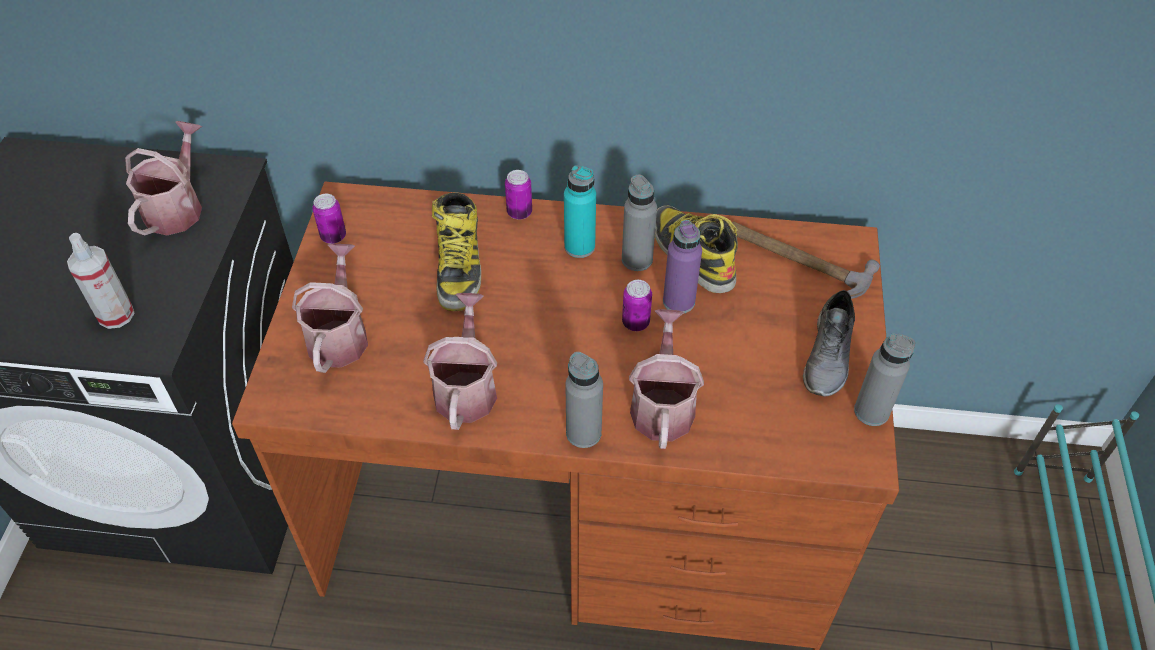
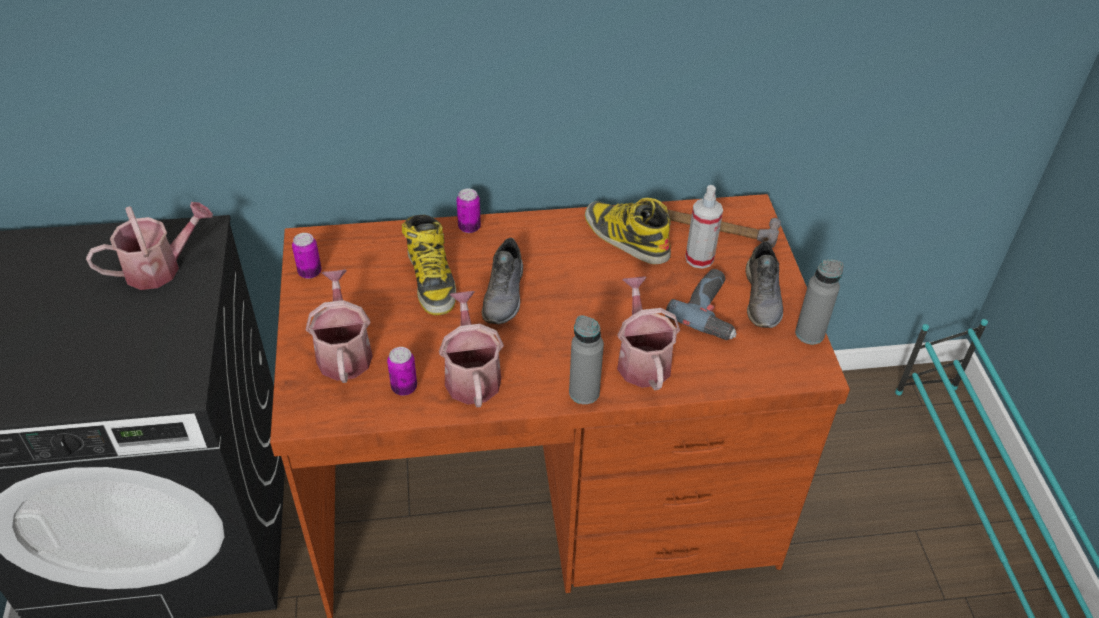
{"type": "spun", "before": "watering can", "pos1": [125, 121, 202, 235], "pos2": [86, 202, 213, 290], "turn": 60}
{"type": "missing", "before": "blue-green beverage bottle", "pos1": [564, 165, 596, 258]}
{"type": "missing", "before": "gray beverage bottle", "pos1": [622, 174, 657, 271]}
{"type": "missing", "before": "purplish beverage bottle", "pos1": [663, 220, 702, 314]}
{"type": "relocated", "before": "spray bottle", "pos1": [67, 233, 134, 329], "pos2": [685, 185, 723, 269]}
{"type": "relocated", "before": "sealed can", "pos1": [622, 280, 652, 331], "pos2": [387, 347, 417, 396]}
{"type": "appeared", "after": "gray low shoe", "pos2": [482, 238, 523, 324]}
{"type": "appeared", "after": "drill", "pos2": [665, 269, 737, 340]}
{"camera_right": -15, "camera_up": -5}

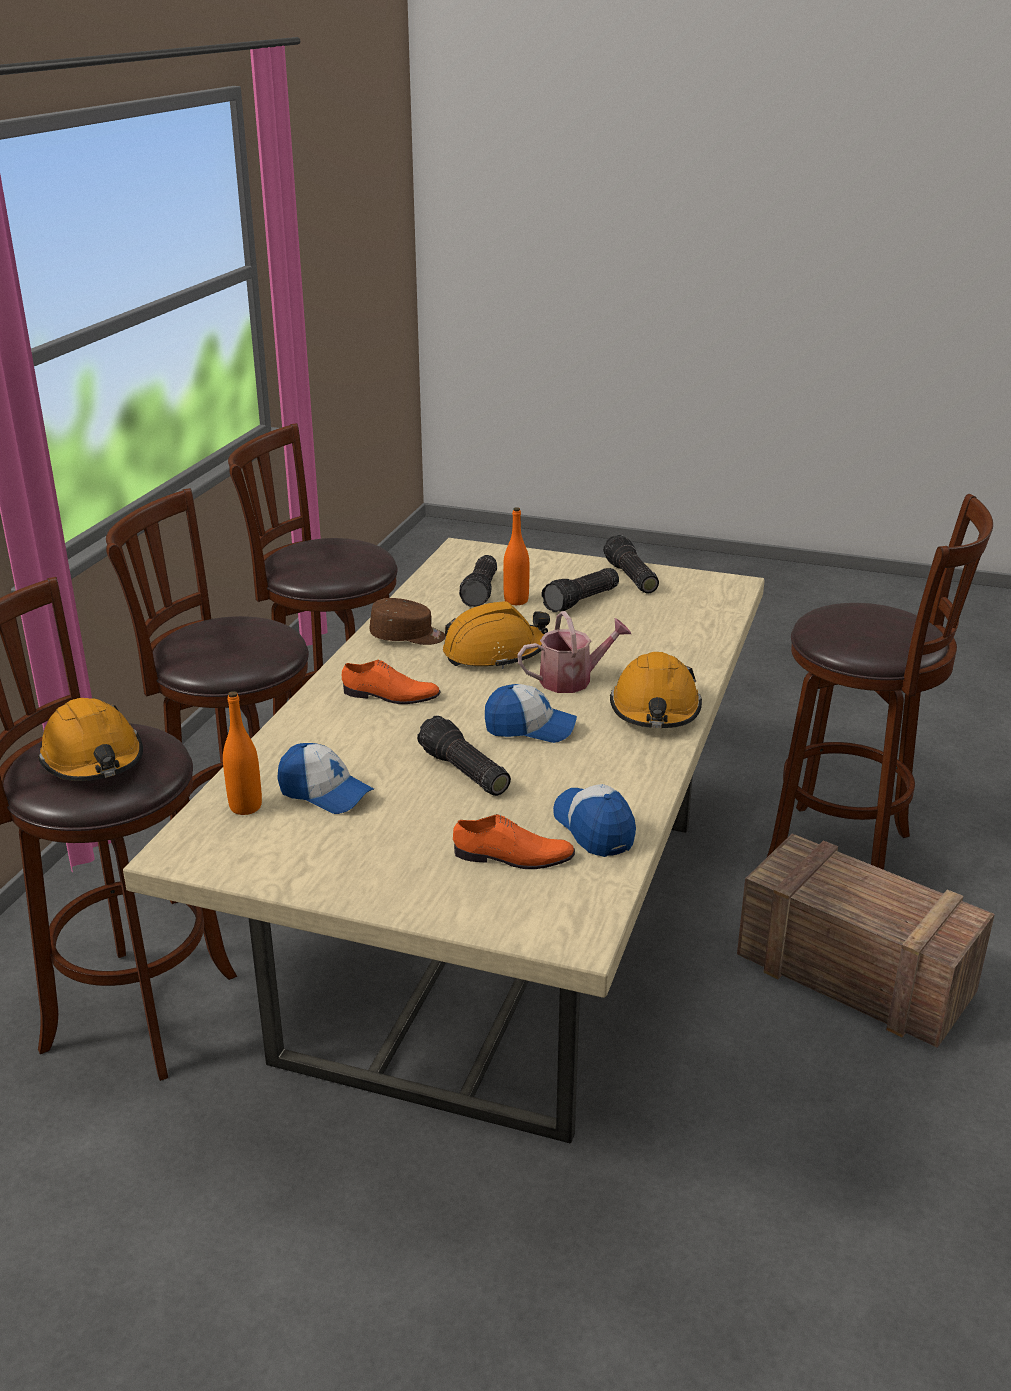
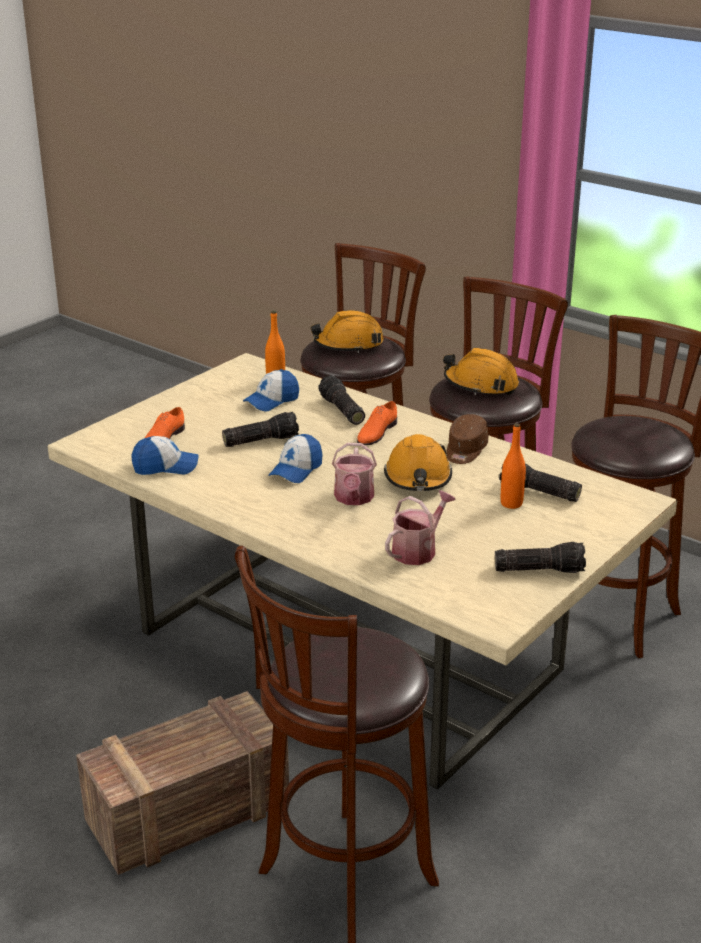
{"type": "relocated", "before": "torch", "pos1": [542, 568, 619, 612], "pos2": [318, 375, 365, 425]}
{"type": "relocated", "before": "orange hard hat", "pos1": [610, 652, 702, 728], "pos2": [443, 348, 519, 395]}
{"type": "appeared", "after": "watering can", "pos2": [385, 490, 456, 565]}
{"camera_right": 110, "camera_up": 0}

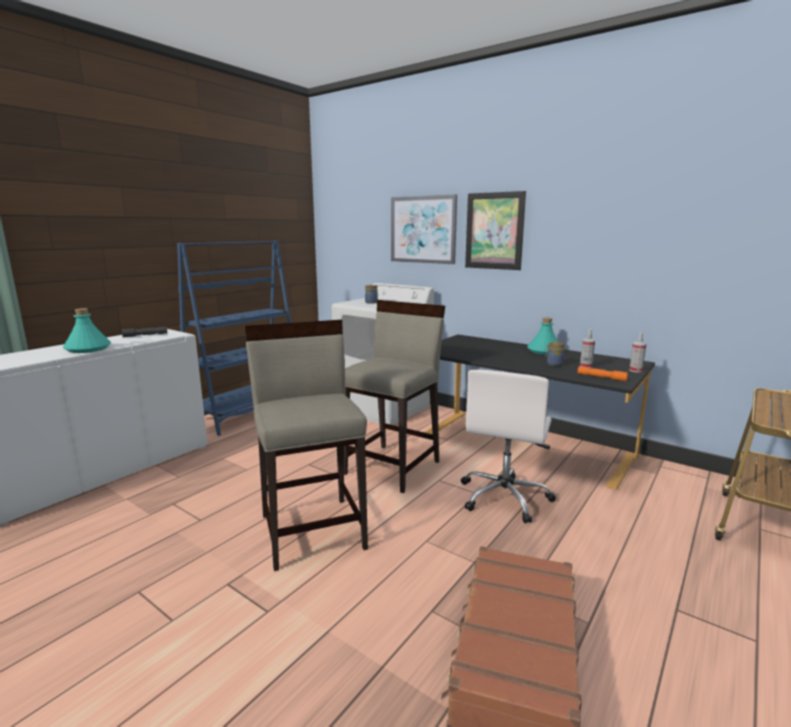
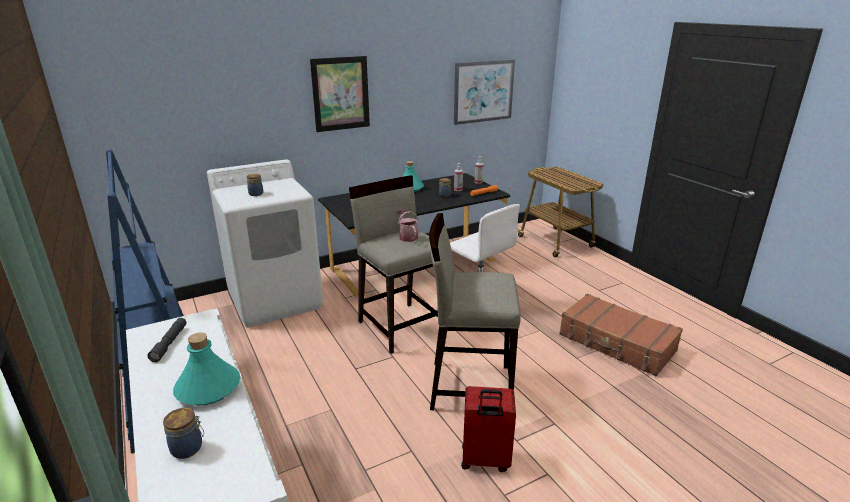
{"type": "relocated", "before": "picture", "pos1": [391, 194, 457, 264], "pos2": [454, 59, 515, 125]}
{"type": "appeared", "after": "watering can", "pos2": [397, 210, 419, 242]}
{"type": "appeared", "after": "red-coloured travel case", "pos2": [461, 386, 516, 472]}
{"type": "appeared", "after": "preserve jar", "pos2": [163, 408, 204, 459]}
{"camera_right": -65, "camera_up": 10}

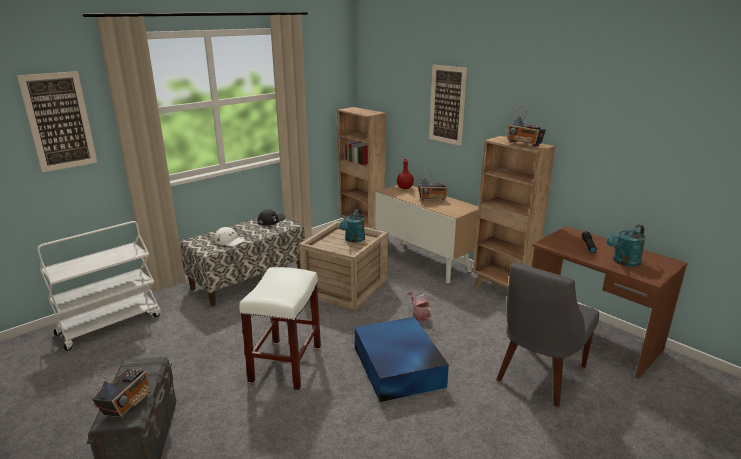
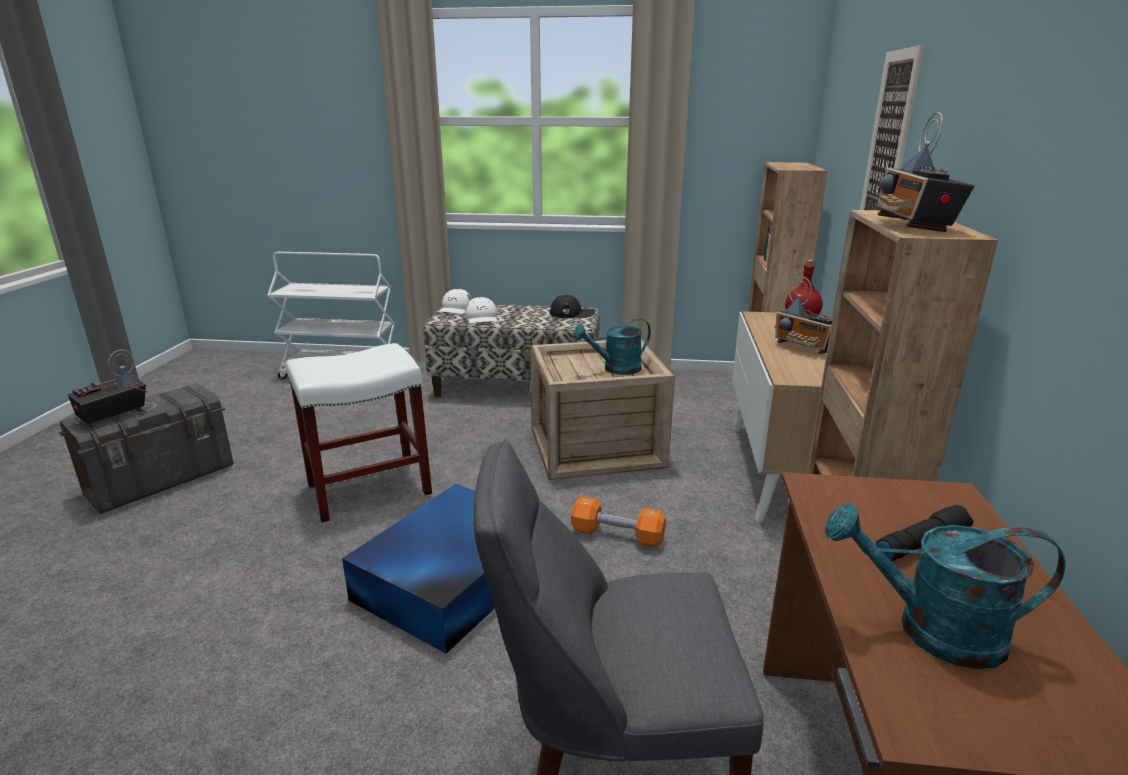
{"type": "missing", "before": "picture", "pos1": [17, 71, 97, 172]}
{"type": "exchanged", "before": "watering can", "after": "orange free weight", "pos1": [407, 291, 432, 321], "pos2": [571, 496, 666, 547]}
{"type": "spun", "before": "radio", "pos1": [92, 365, 151, 418], "pos2": [67, 350, 147, 427], "turn": 150}
{"type": "appeared", "after": "white cap", "pos2": [438, 289, 472, 314]}
{"camera_right": 50, "camera_up": 0}

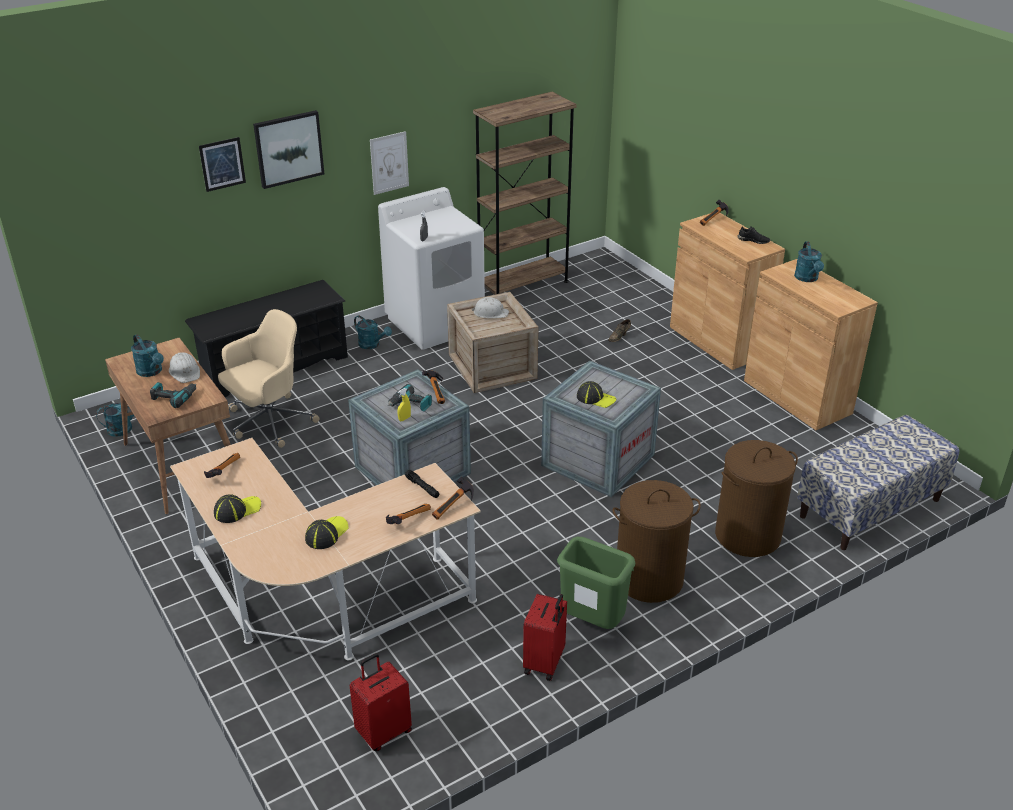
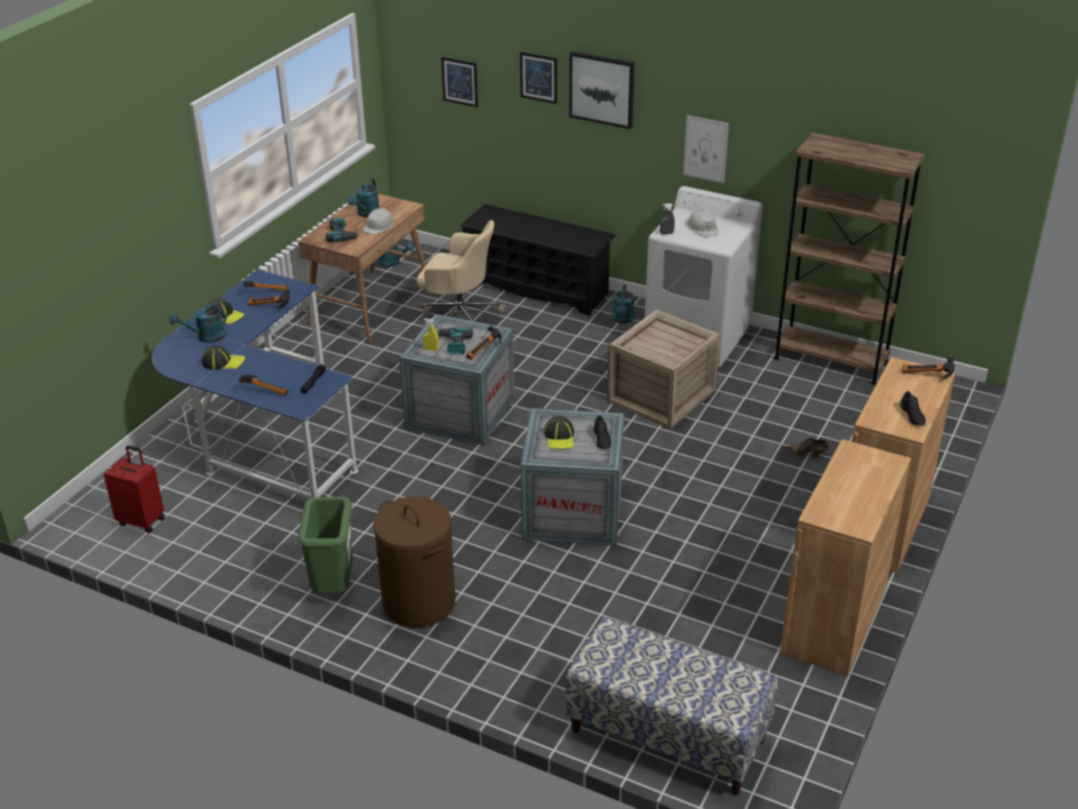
{"type": "relocated", "before": "blue-green watering can", "pos1": [794, 241, 824, 282], "pos2": [169, 300, 229, 343]}
{"type": "relocated", "before": "white hard hat", "pos1": [471, 297, 509, 318], "pos2": [687, 209, 719, 236]}
{"type": "colour", "before": "beige-coloured desk table", "after": "bluish desk table", "pos1": [170, 438, 481, 660], "pos2": [152, 270, 358, 499]}
{"type": "missing", "before": "brownish laundry basket", "pos1": [715, 440, 798, 557]}
{"type": "relocated", "before": "tool hammer", "pos1": [432, 477, 474, 520], "pos2": [248, 290, 290, 310]}
{"type": "missing", "before": "red-coloured travel case", "pos1": [523, 594, 567, 681]}
{"type": "appeared", "after": "picture", "pos2": [441, 57, 478, 107]}
{"type": "appeared", "after": "blackish low shoe", "pos2": [593, 415, 611, 449]}
{"camera_right": 60, "camera_up": 0}

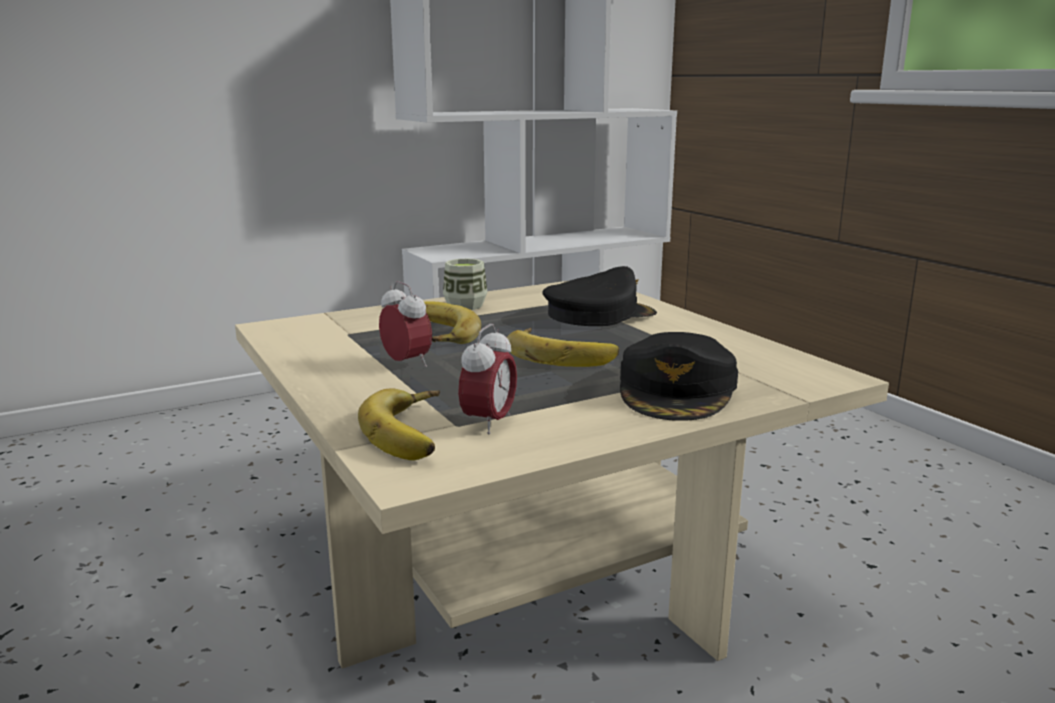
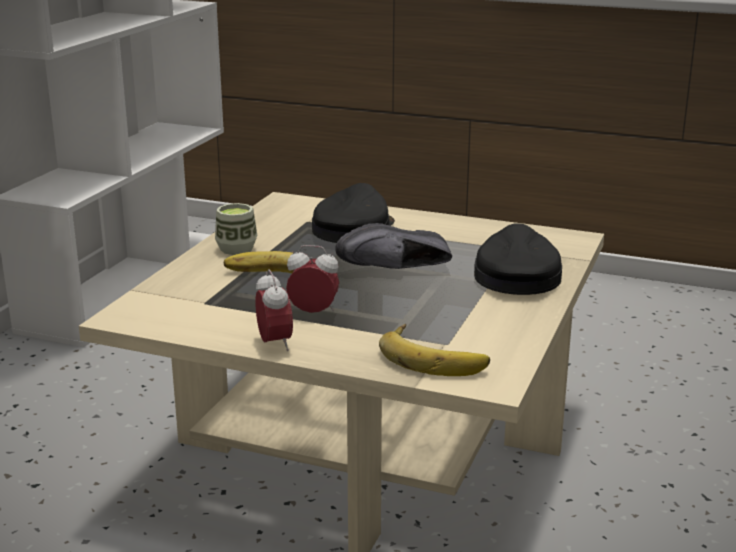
{"type": "relocated", "before": "bedside clock", "pos1": [458, 324, 517, 434], "pos2": [256, 270, 293, 351]}
{"type": "exchanged", "before": "banana", "after": "blackish low shoe", "pos1": [507, 328, 619, 367], "pos2": [335, 223, 452, 269]}
{"type": "spun", "before": "blackish cap", "pos1": [620, 332, 738, 421], "pos2": [474, 223, 562, 295], "turn": -150}
{"camera_right": -40, "camera_up": 5}

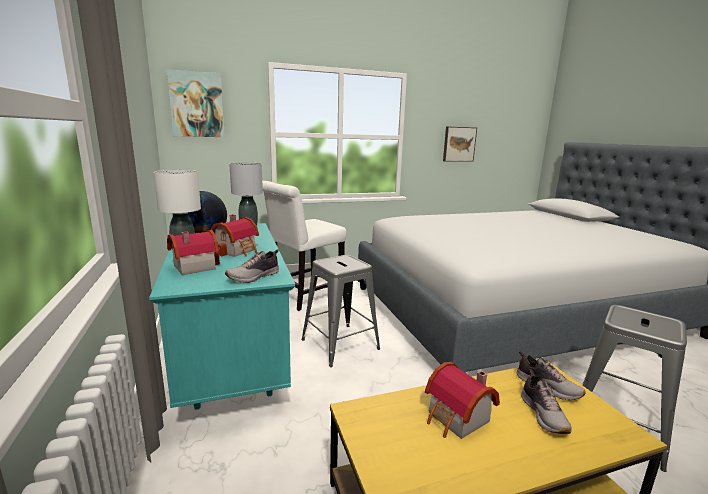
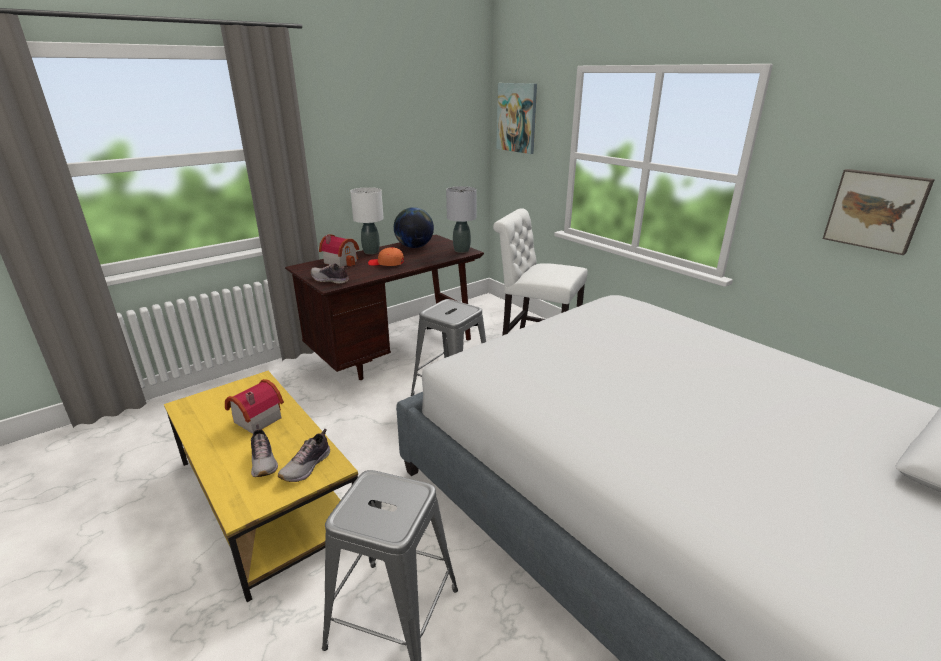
{"type": "exchanged", "before": "toy house", "after": "orange cap", "pos1": [211, 214, 259, 257], "pos2": [368, 247, 404, 266]}
{"type": "colour", "before": "blue-green desk table", "after": "brownish desk table", "pos1": [149, 223, 295, 410], "pos2": [285, 235, 484, 380]}
{"type": "spun", "before": "low shoe", "pos1": [521, 369, 572, 434], "pos2": [251, 424, 278, 477], "turn": -90}
{"camera_right": 70, "camera_up": 10}

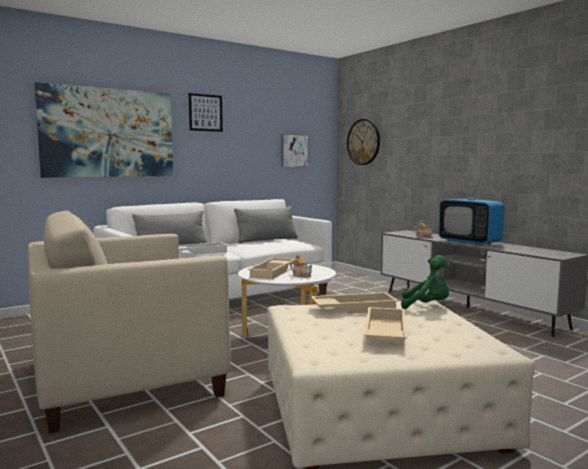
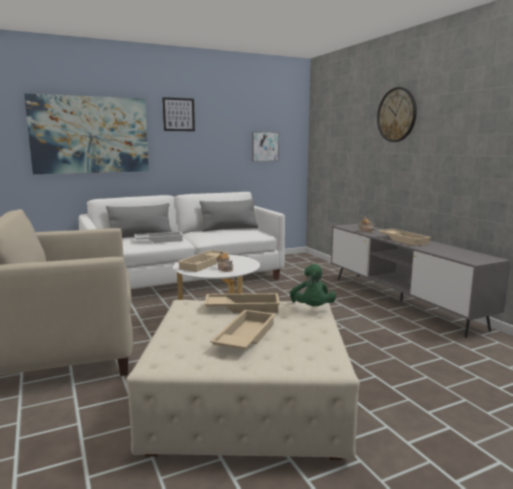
{"type": "relocated", "before": "wall clock", "pos1": [347, 119, 380, 165], "pos2": [377, 87, 417, 142]}
{"type": "exchanged", "before": "television", "after": "beige-coloured carrying tray", "pos1": [439, 173, 505, 245], "pos2": [378, 229, 431, 246]}
{"type": "spun", "before": "green soft toy", "pos1": [401, 255, 450, 309], "pos2": [290, 264, 337, 306], "turn": 60}
{"camera_right": 10, "camera_up": 5}

